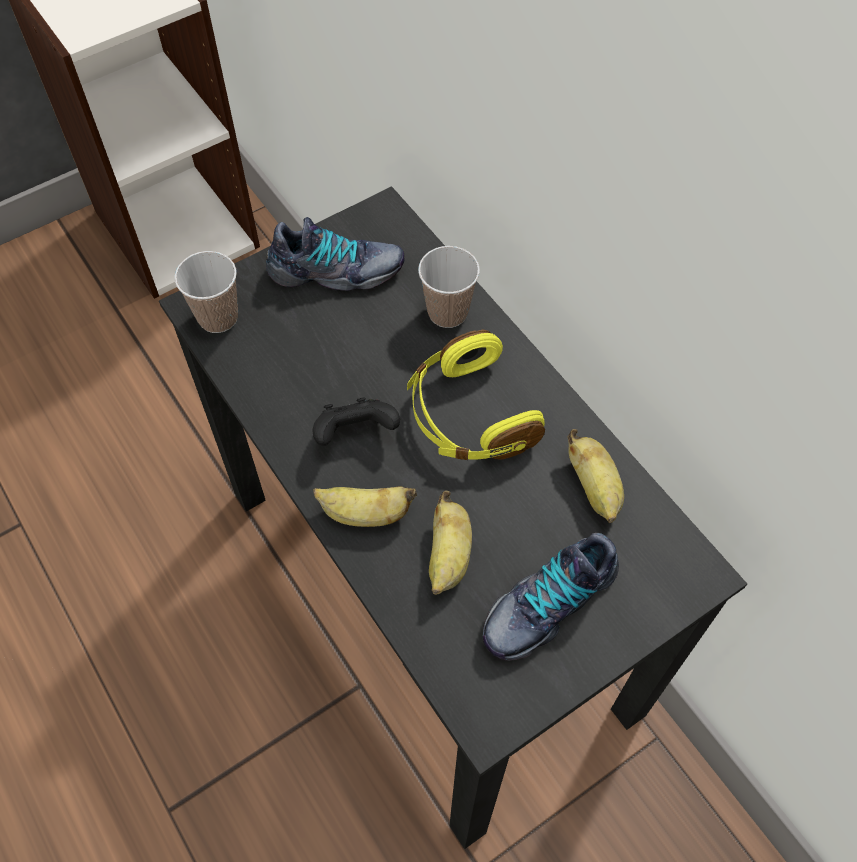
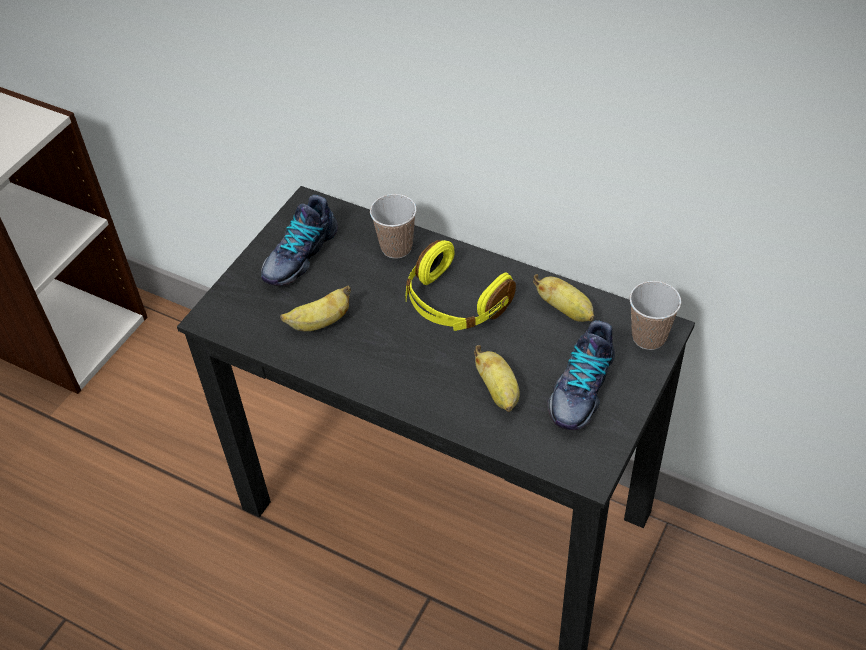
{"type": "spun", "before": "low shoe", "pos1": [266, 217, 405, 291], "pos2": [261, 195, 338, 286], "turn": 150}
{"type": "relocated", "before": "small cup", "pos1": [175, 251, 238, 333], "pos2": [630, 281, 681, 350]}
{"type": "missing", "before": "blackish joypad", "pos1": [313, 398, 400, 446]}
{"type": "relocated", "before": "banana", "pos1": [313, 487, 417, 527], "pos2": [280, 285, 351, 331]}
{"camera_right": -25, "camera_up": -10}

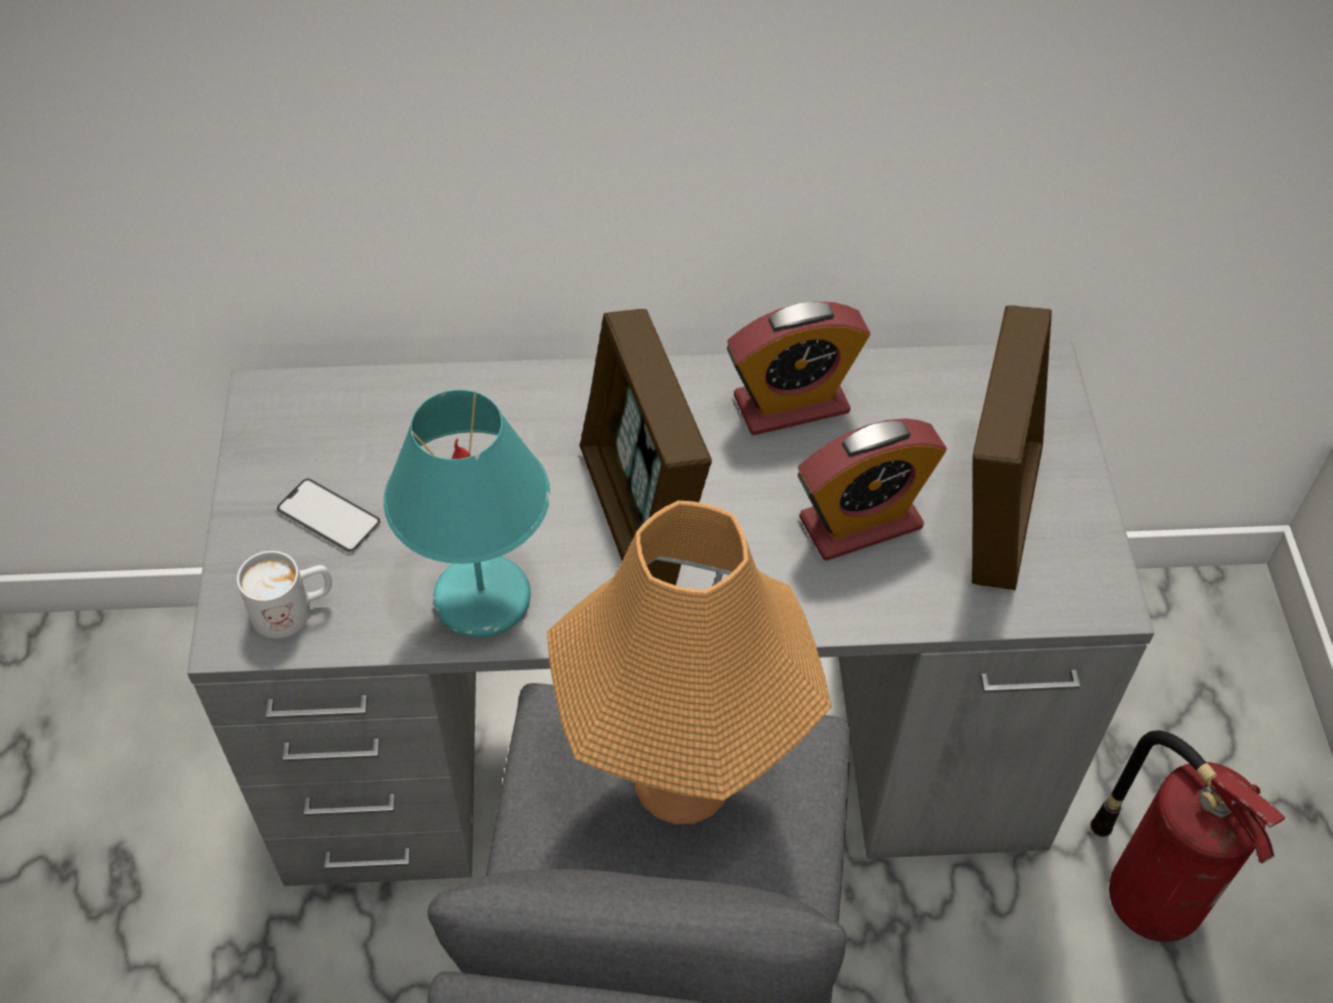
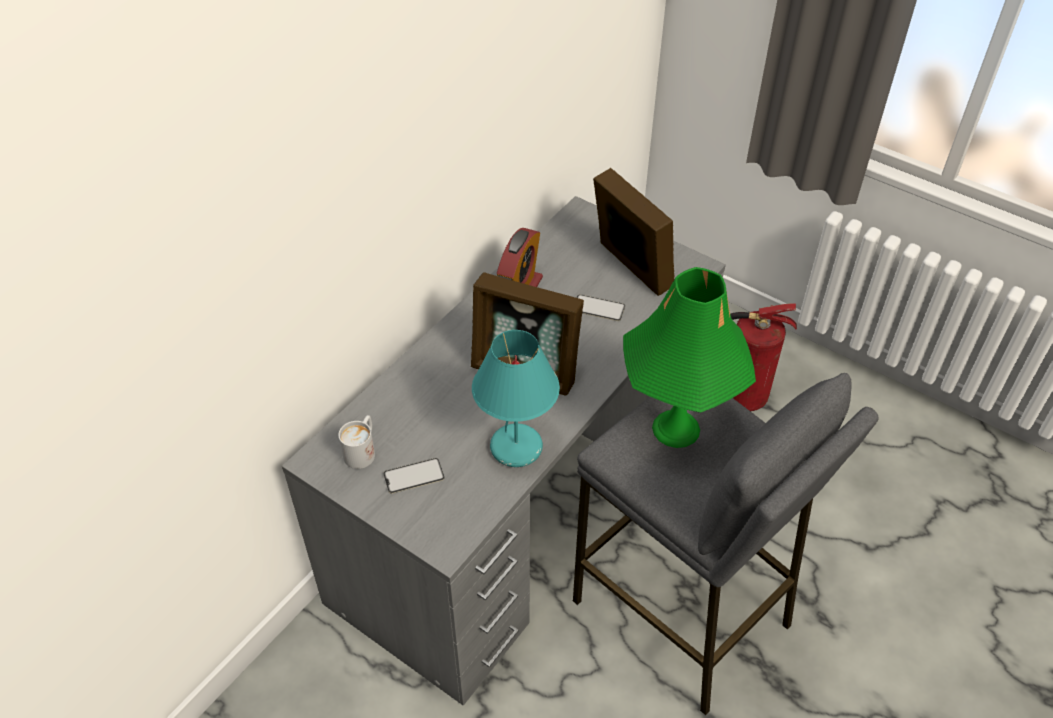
{"type": "exchanged", "before": "bedside clock", "after": "handset", "pos1": [798, 418, 947, 561], "pos2": [577, 294, 625, 321]}
{"type": "colour", "before": "orange tabletop lamp", "after": "green tabletop lamp", "pos1": [547, 500, 831, 824], "pos2": [623, 267, 756, 448]}
{"type": "relocated", "before": "white coffee mug", "pos1": [237, 551, 332, 638], "pos2": [338, 415, 375, 469]}
{"camera_right": -50, "camera_up": -5}

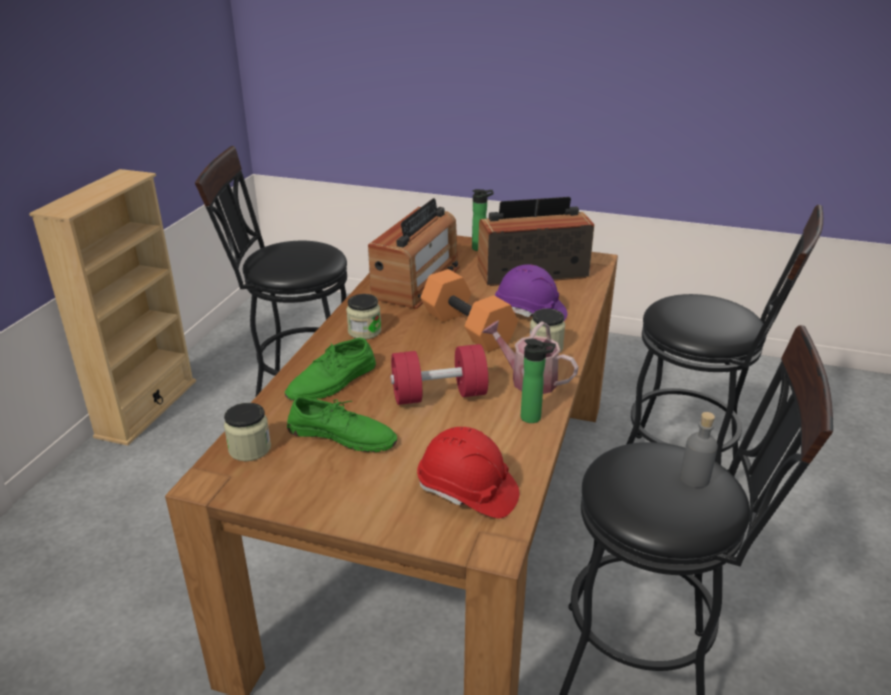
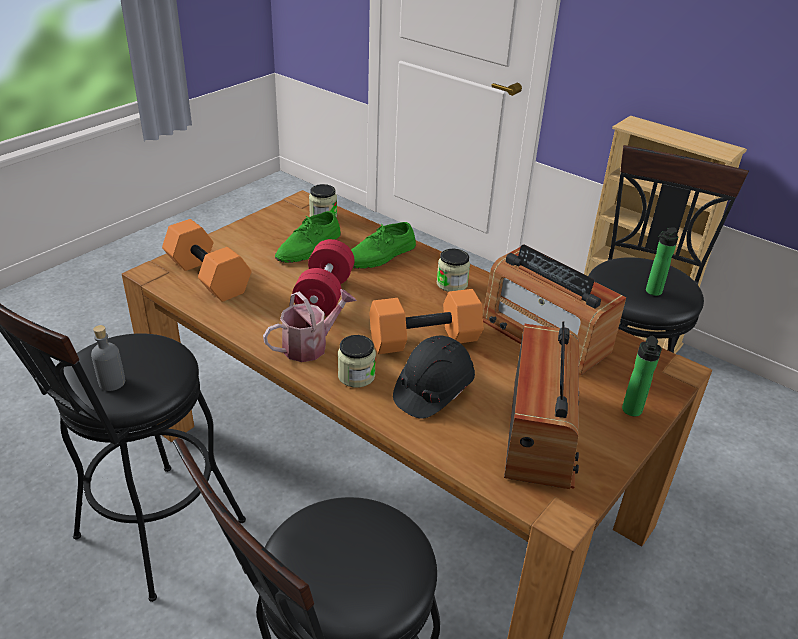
{"type": "colour", "before": "purplish hard hat", "after": "blackish hard hat", "pos1": [495, 264, 567, 321], "pos2": [393, 336, 475, 419]}
{"type": "spun", "before": "green low shoe", "pos1": [285, 338, 376, 401], "pos2": [351, 222, 416, 269], "turn": -105}
{"type": "relocated", "before": "beverage bottle", "pos1": [521, 339, 556, 423], "pos2": [646, 227, 678, 296]}
{"type": "exchanged", "before": "red-coloured hard hat", "after": "orange free weight", "pos1": [417, 427, 519, 519], "pos2": [162, 219, 251, 302]}
{"camera_right": 110, "camera_up": 5}

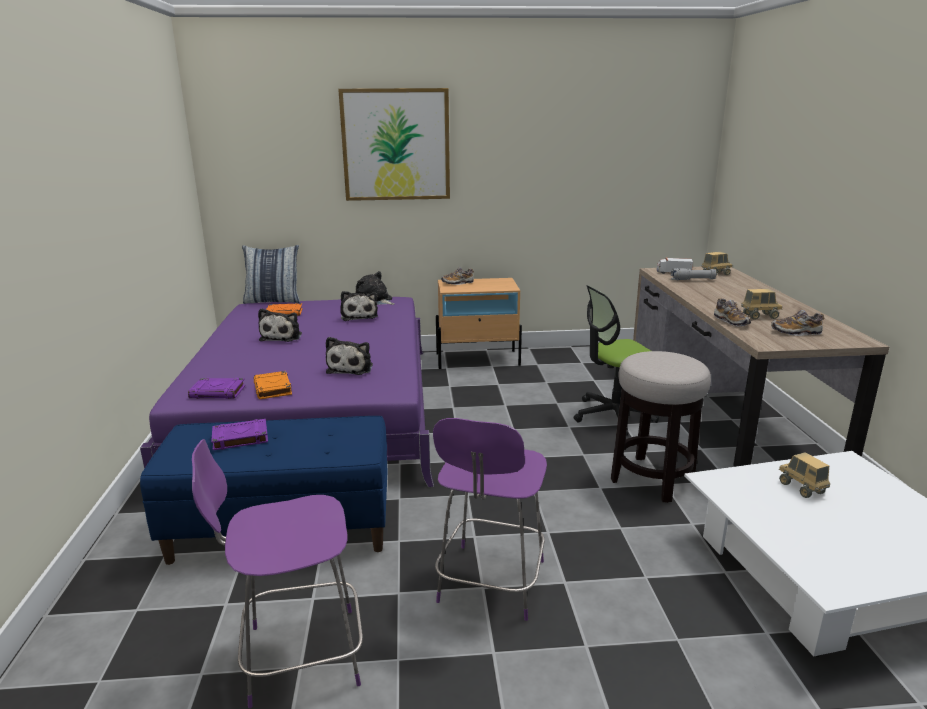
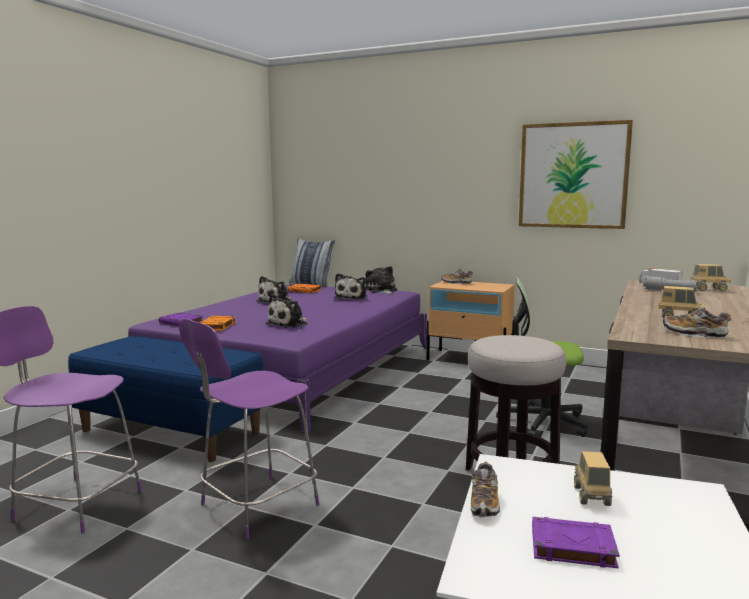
{"type": "relocated", "before": "picture", "pos1": [338, 88, 450, 201], "pos2": [519, 120, 633, 229]}
{"type": "relocated", "before": "low shoe", "pos1": [714, 298, 751, 327], "pos2": [471, 462, 500, 518]}
{"type": "relocated", "before": "purplish book", "pos1": [211, 419, 268, 450], "pos2": [532, 517, 619, 568]}
{"camera_right": 30, "camera_up": -10}

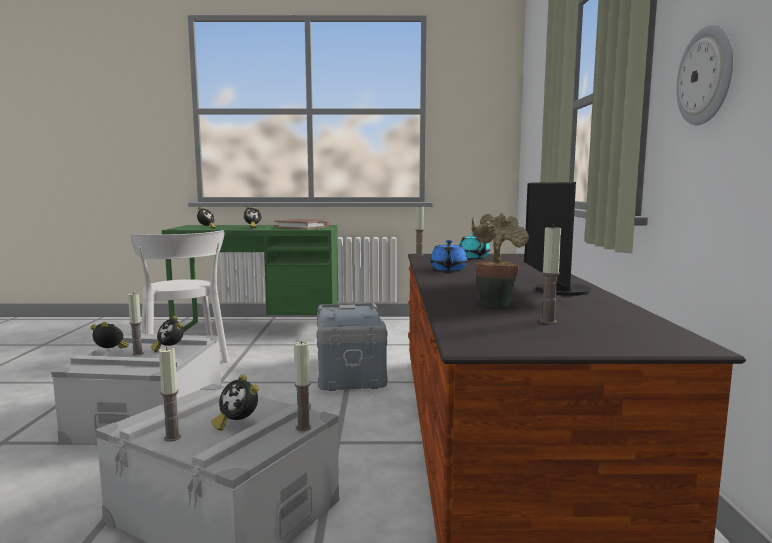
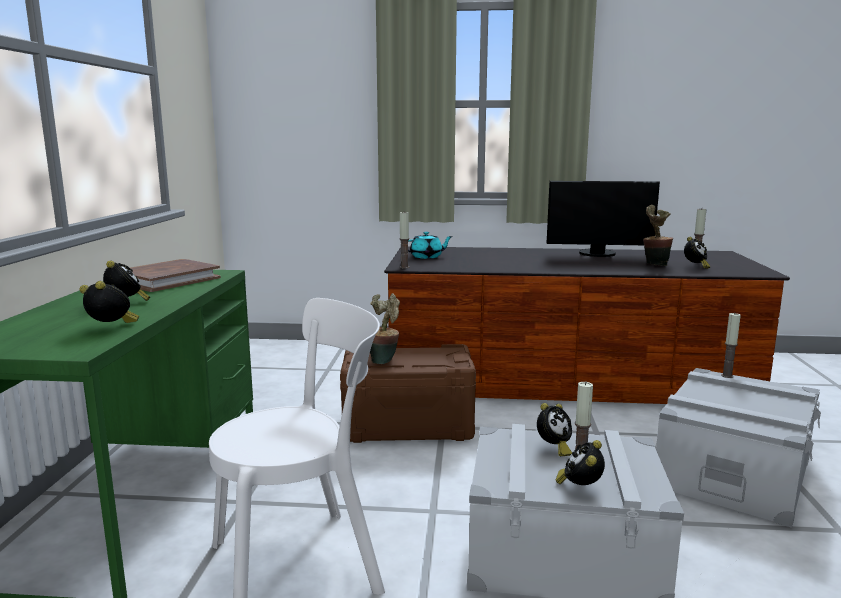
{"type": "missing", "before": "wall clock", "pos1": [676, 25, 733, 125]}
{"type": "missing", "before": "bluish tea pot", "pos1": [430, 240, 468, 271]}
{"type": "colour", "before": "gray storage container", "after": "brownish storage container", "pos1": [317, 303, 387, 391], "pos2": [340, 344, 476, 443]}
{"type": "missing", "before": "candle", "pos1": [159, 347, 181, 442]}
{"type": "relocated", "before": "bedside clock", "pos1": [211, 374, 259, 431], "pos2": [684, 237, 710, 269]}
{"type": "appeared", "after": "plant in a pot", "pos2": [370, 293, 400, 364]}
{"camera_right": -85, "camera_up": 5}

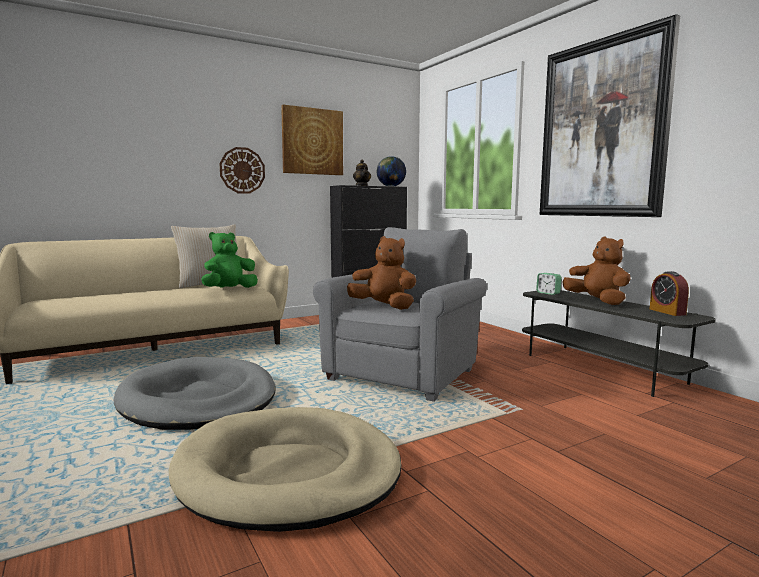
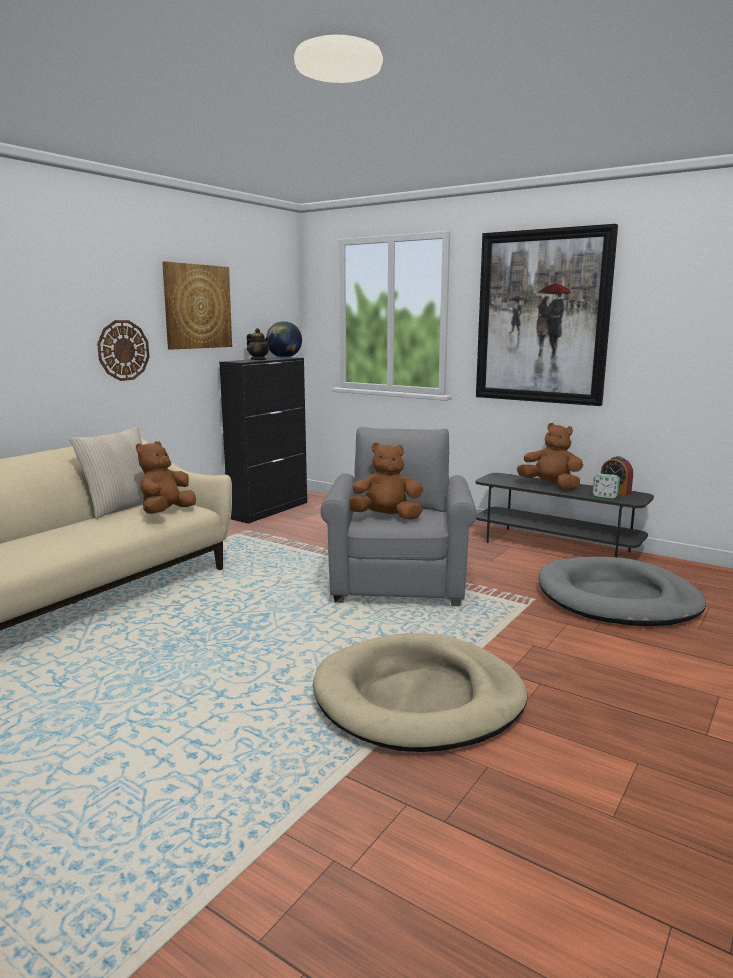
{"type": "colour", "before": "green soft toy", "after": "brownish soft toy", "pos1": [201, 232, 258, 288], "pos2": [136, 441, 196, 514]}
{"type": "relocated", "before": "bedside clock", "pos1": [536, 273, 562, 295], "pos2": [592, 474, 620, 498]}
{"type": "relocated", "before": "gray dog bed", "pos1": [114, 357, 276, 430], "pos2": [539, 557, 706, 626]}
{"camera_right": -25, "camera_up": 5}

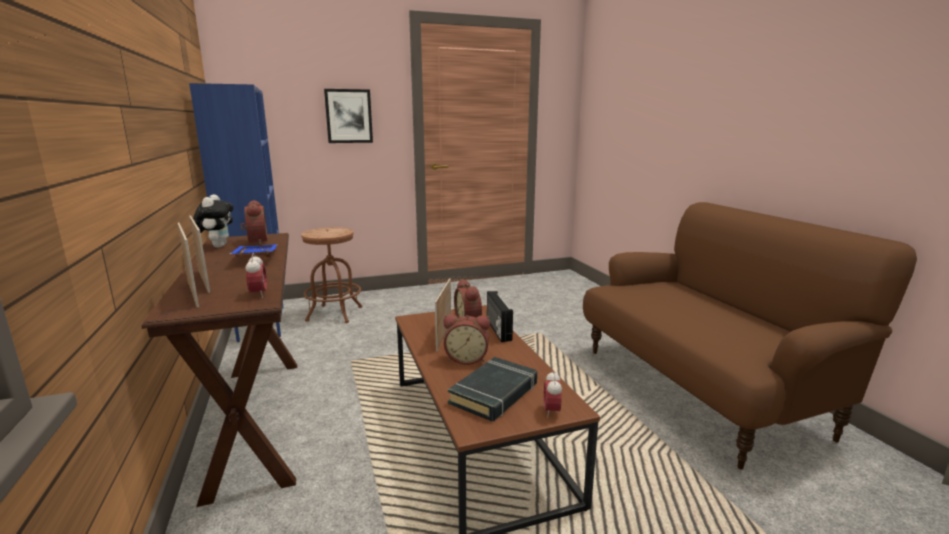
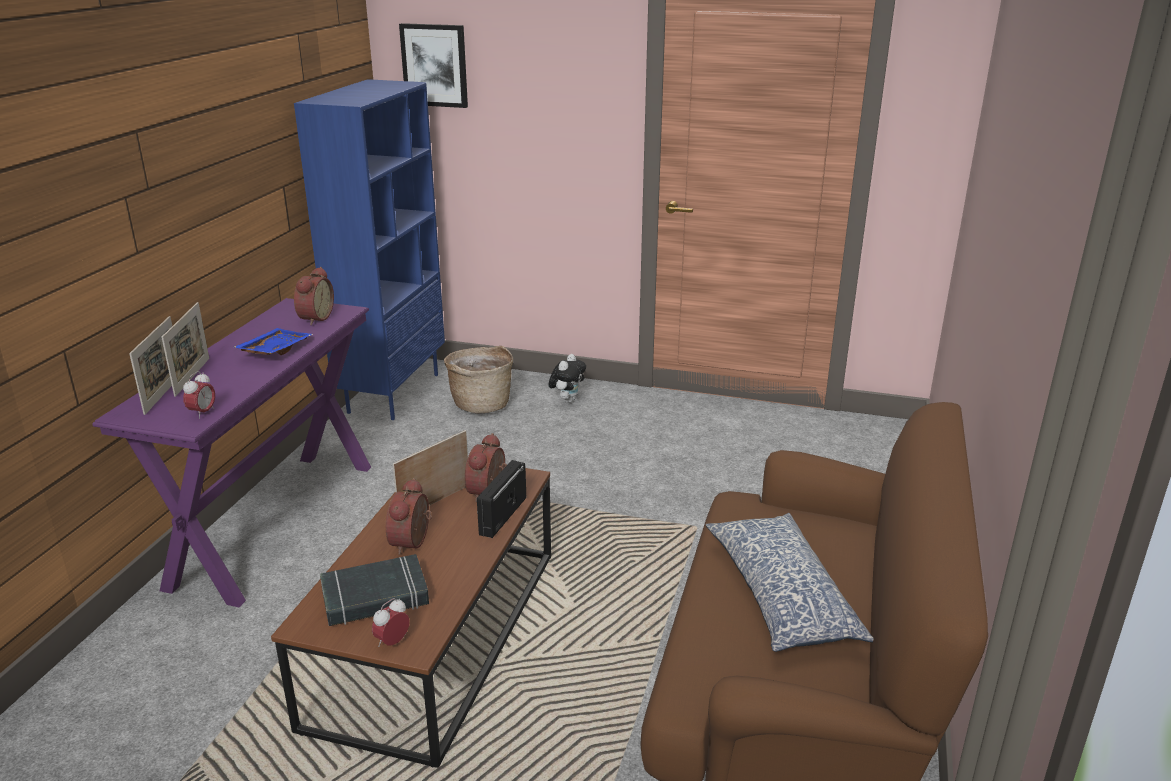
{"type": "relocated", "before": "picture", "pos1": [324, 89, 373, 143], "pos2": [399, 23, 468, 108]}
{"type": "relocated", "before": "soft toy", "pos1": [193, 194, 233, 248], "pos2": [548, 354, 586, 403]}
{"type": "exchanged", "before": "brownish sitting stool", "after": "basket", "pos1": [301, 227, 362, 323], "pos2": [444, 346, 513, 413]}
{"type": "colour", "before": "brownish console table", "after": "purplish console table", "pos1": [142, 233, 297, 507], "pos2": [92, 298, 371, 607]}
{"type": "spun", "before": "bedside clock", "pos1": [443, 314, 490, 365], "pos2": [386, 478, 432, 555], "turn": 60}
{"type": "appeared", "after": "cushion", "pos2": [706, 513, 873, 652]}
{"camera_right": 35, "camera_up": 10}

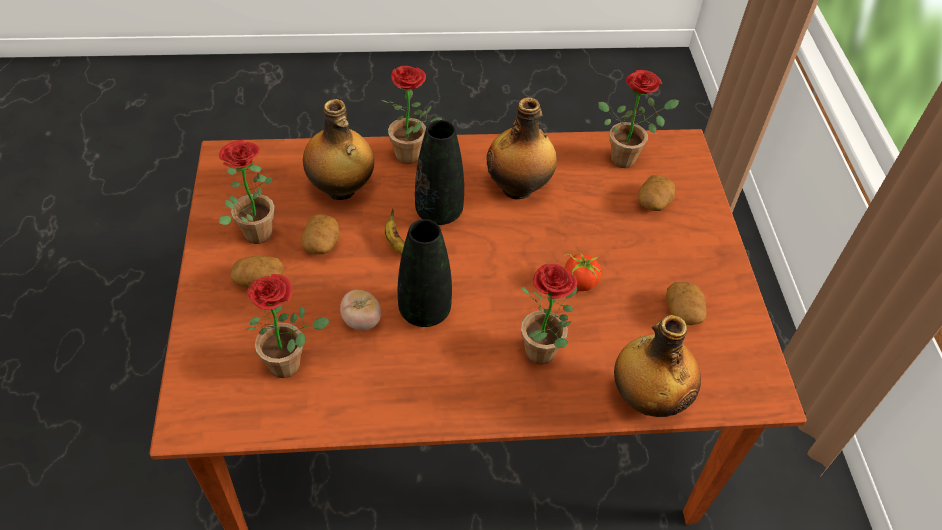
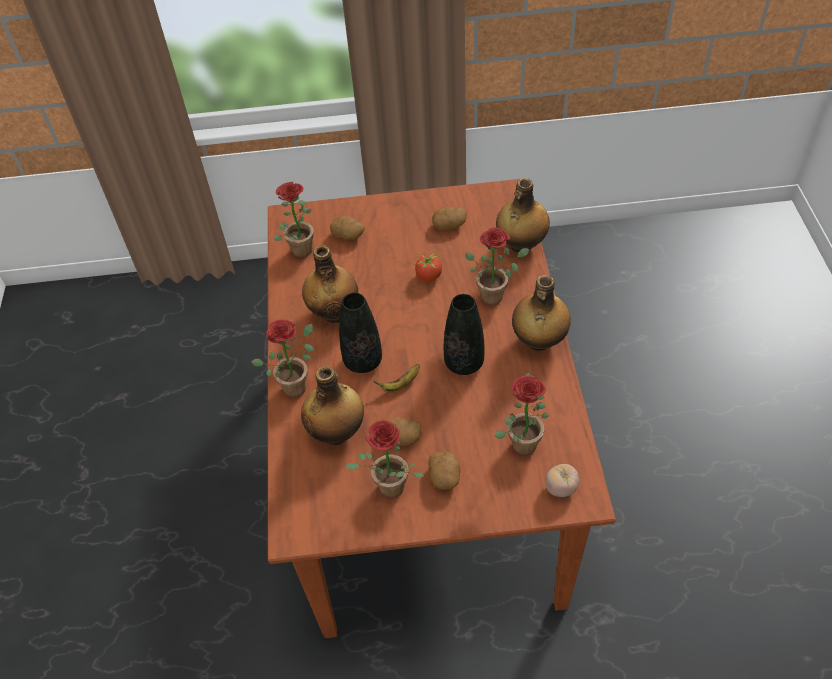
{"type": "relocated", "before": "tomato", "pos1": [340, 290, 381, 330], "pos2": [545, 464, 579, 497]}
{"type": "appeared", "after": "beverage bottle", "pos2": [512, 275, 571, 351]}
{"camera_right": -85, "camera_up": 0}

